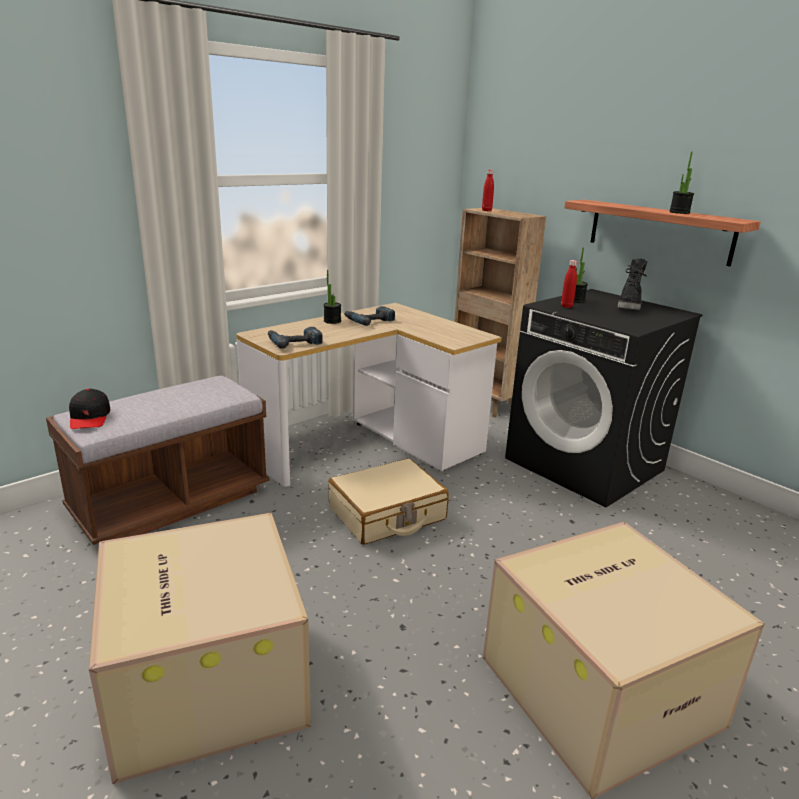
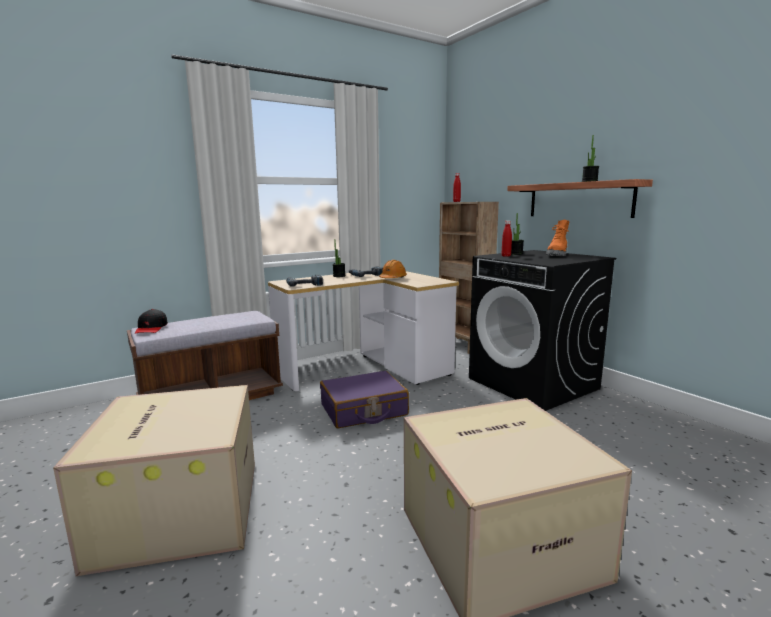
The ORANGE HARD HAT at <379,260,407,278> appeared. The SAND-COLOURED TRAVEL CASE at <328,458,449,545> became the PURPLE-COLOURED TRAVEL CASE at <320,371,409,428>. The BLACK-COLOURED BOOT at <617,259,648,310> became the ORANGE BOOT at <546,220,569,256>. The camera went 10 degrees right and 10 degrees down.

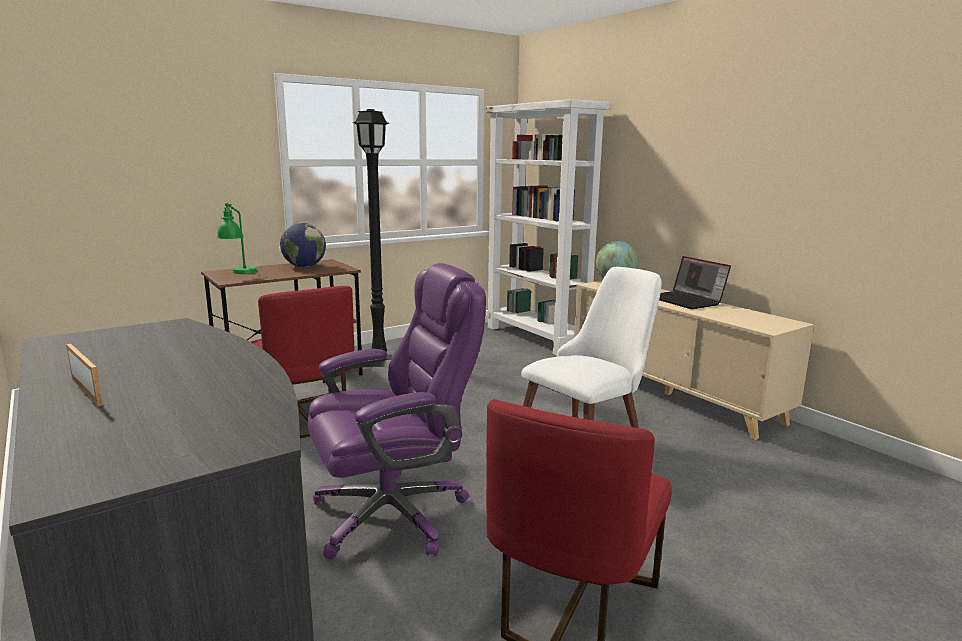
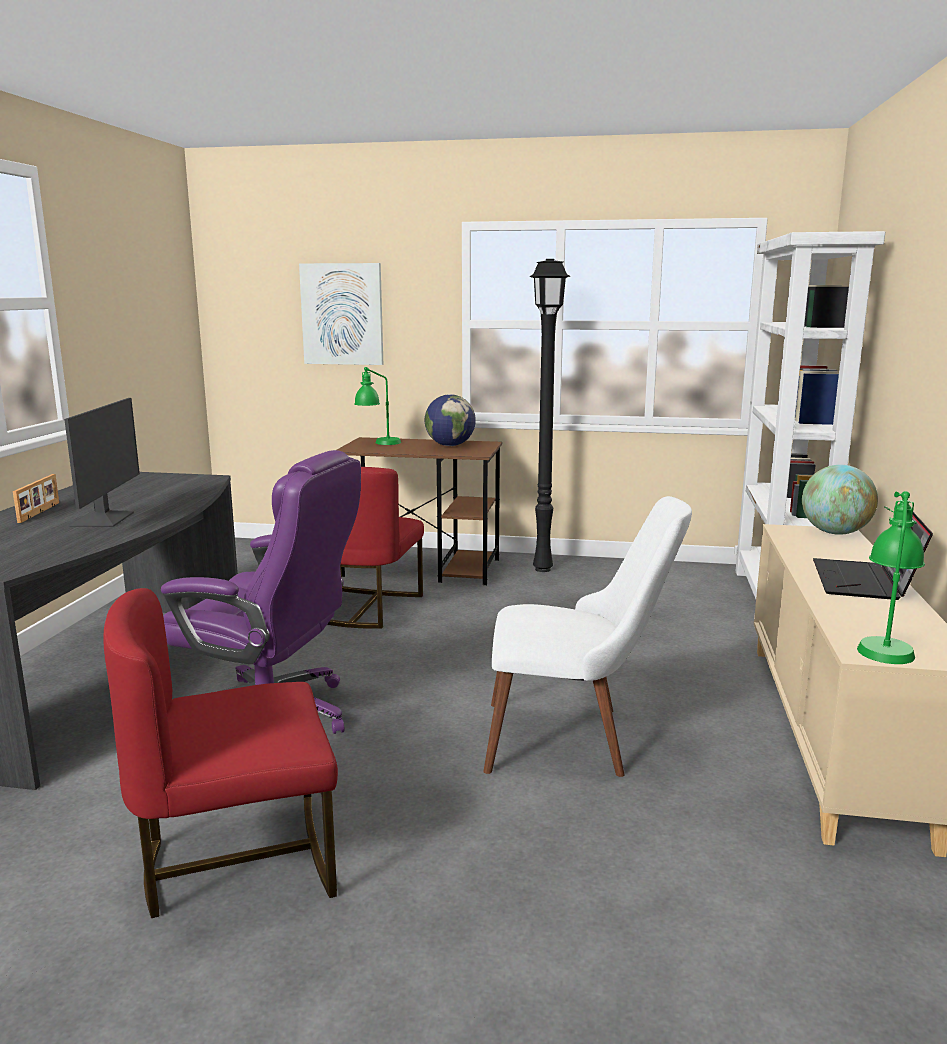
The COMPUTER SCREEN at <64,398,140,527> appeared. The WALL ART at <299,263,383,365> appeared. The GREEN TABLE LAMP at <857,491,925,664> appeared. The camera went 45 degrees right and 0 degrees up.

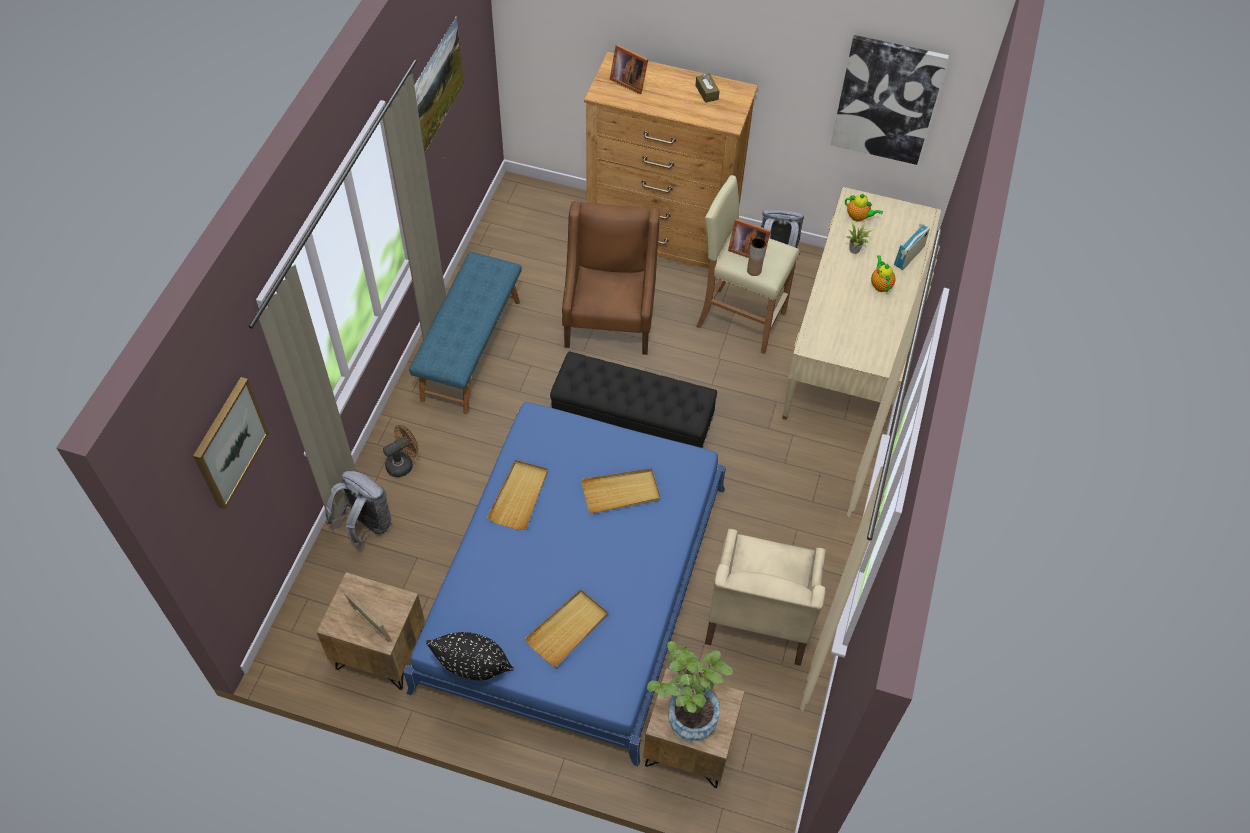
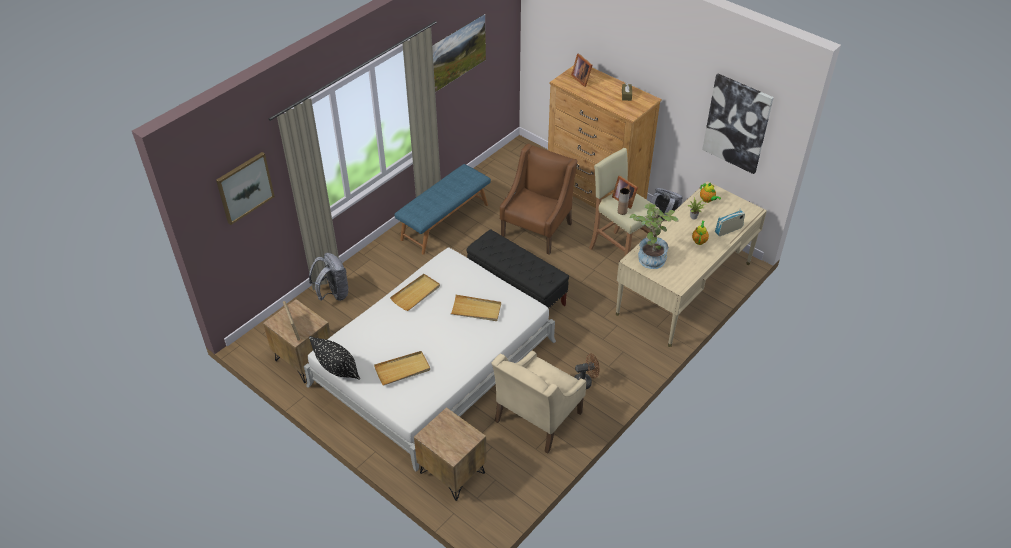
The BROWN-COLOURED COOLING FAN moved from <383,425,418,477> to <574,354,600,389>. The HOUSEPLANT moved from <647,641,733,741> to <629,203,678,269>. The BLUE SLEEPING BED at <403,402,726,766> became the WHITE SLEEPING BED at <304,247,556,472>. The camera went 25 degrees right and 10 degrees down.

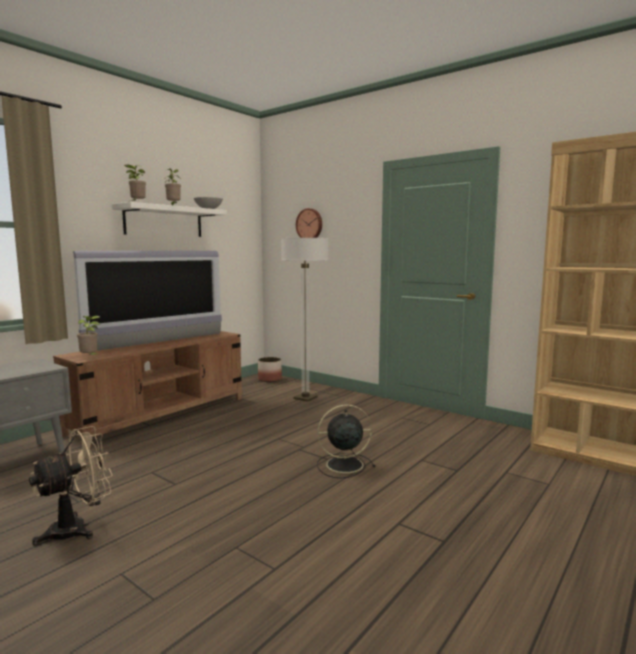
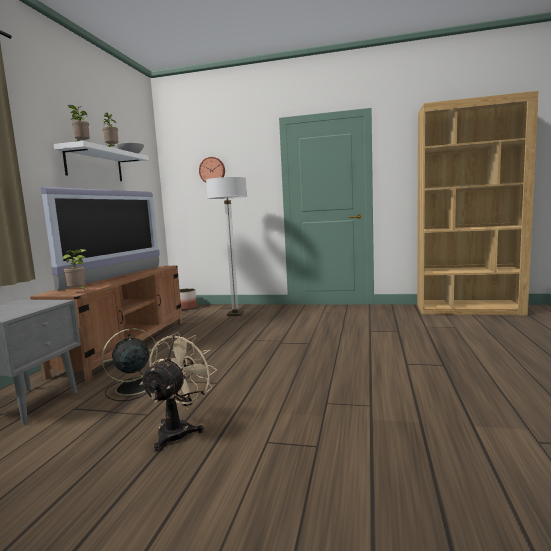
The BLACK-COLOURED COOLING FAN moved from <317,404,375,478> to <102,328,158,401>. The camera went 25 degrees left and 0 degrees up.

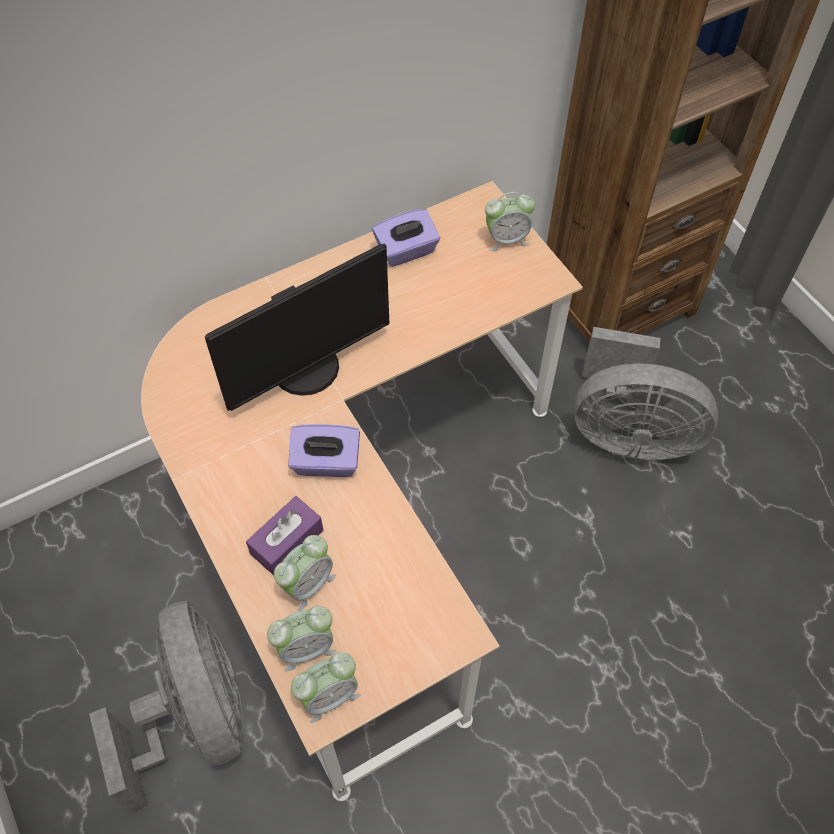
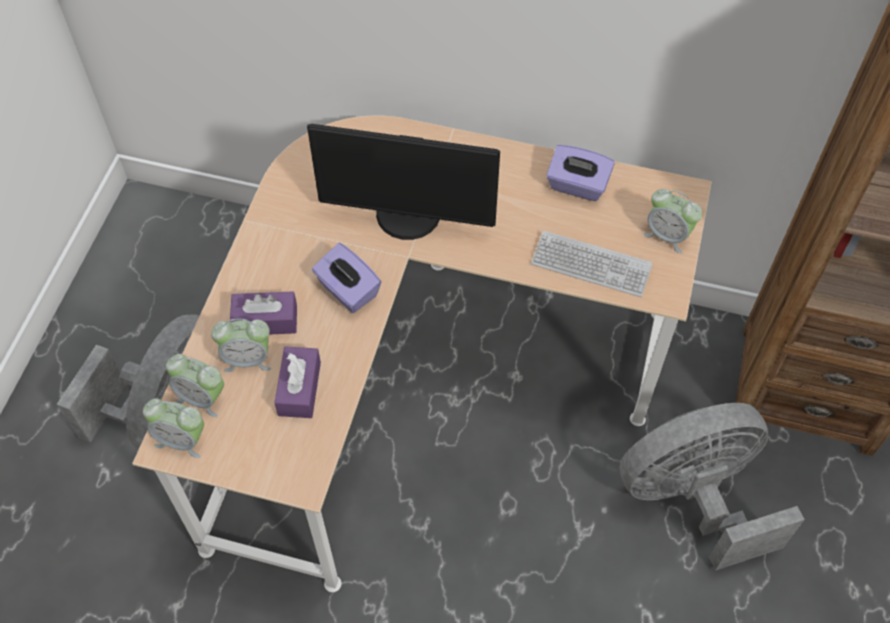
The PURPLE-COLOURED BOX OF TISSUES at <274,346,321,418> appeared. The KEYBOARD at <531,231,653,297> appeared. The GREY COOLING FAN at <574,327,718,460> turned 105 degrees clockwise. The camera went 45 degrees right and 0 degrees up.

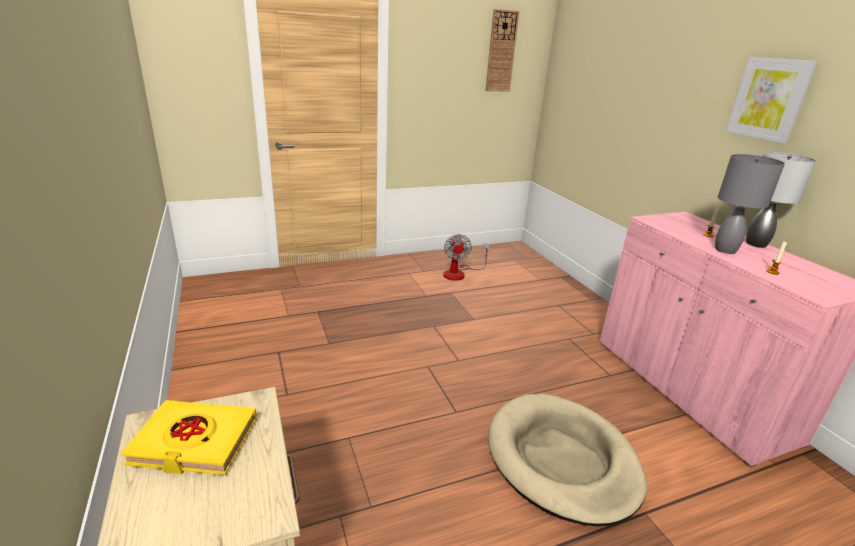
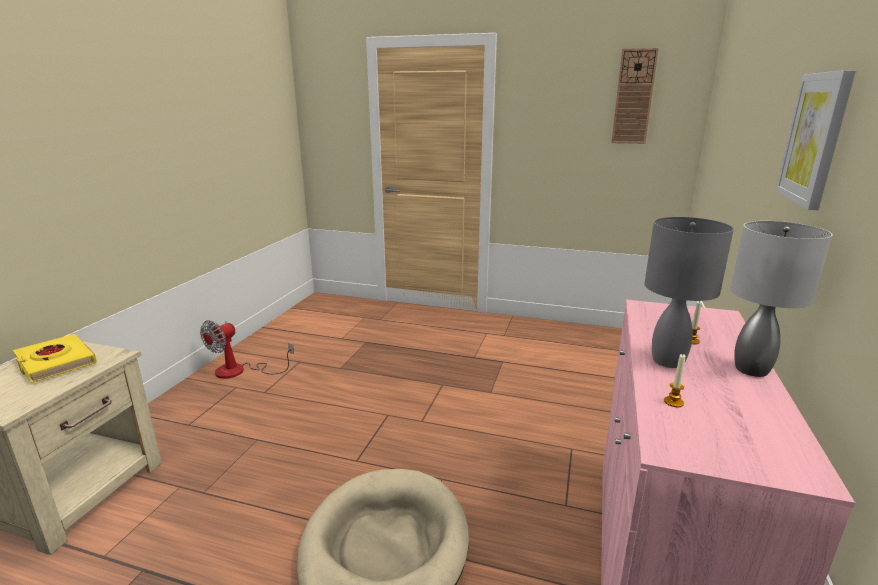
The COOLING FAN moved from <443,234,489,281> to <200,320,294,379>. The camera went 40 degrees right and 5 degrees down.

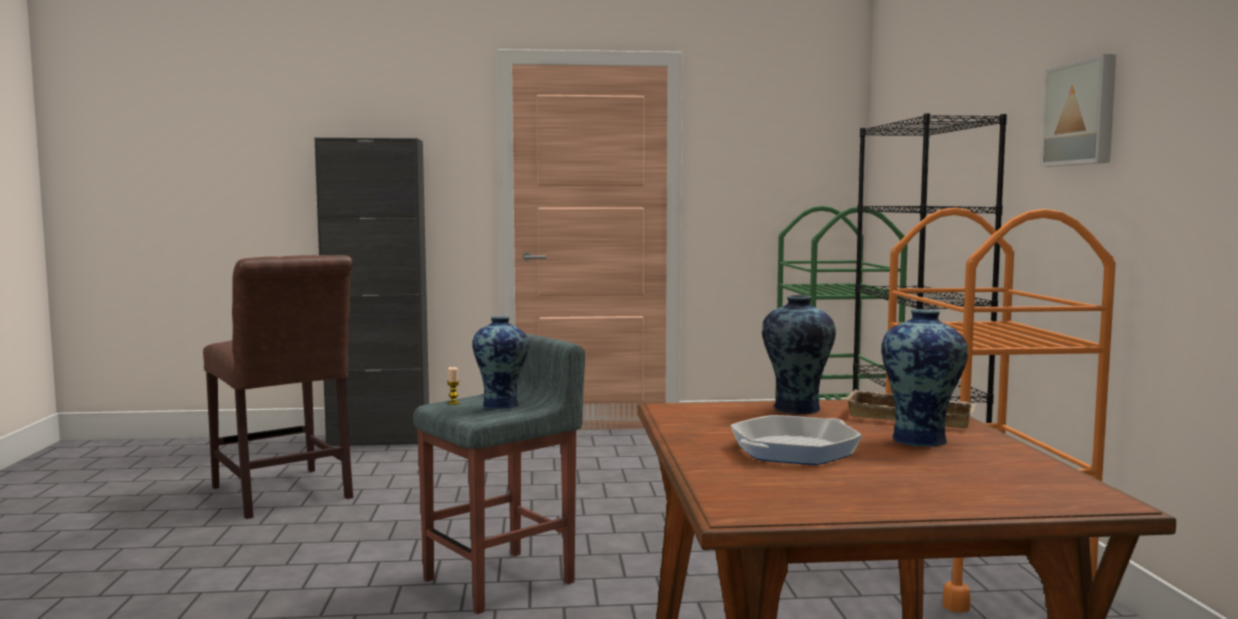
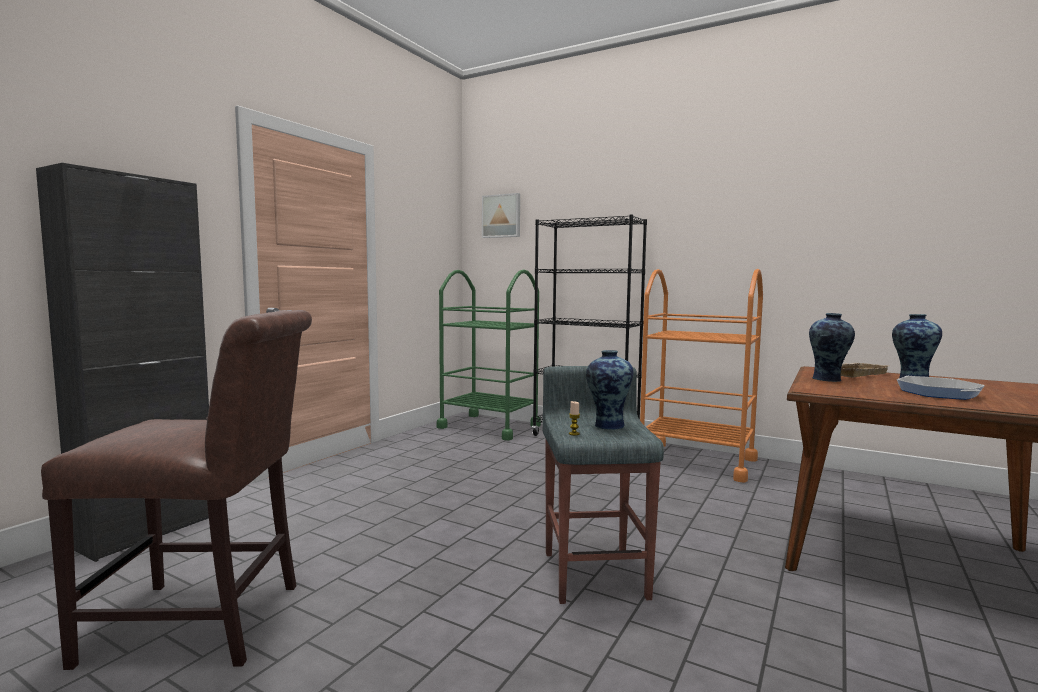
The WALL ART moved from <1040,54,1116,167> to <482,193,520,238>. The camera went 55 degrees left and 0 degrees up.

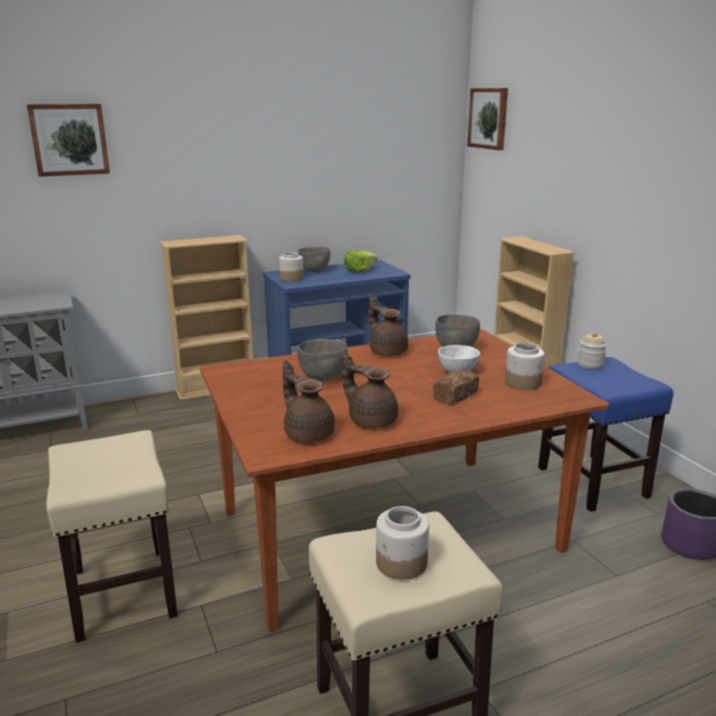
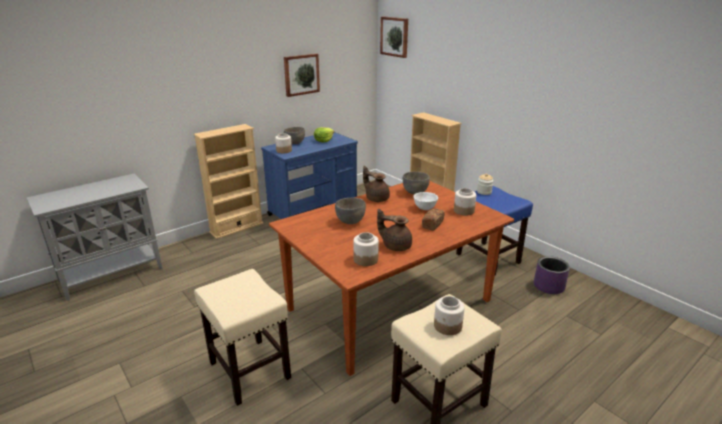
The WALL ART moved from <27,104,110,177> to <284,53,320,97>. The BROWN-COLOURED TEA POT at <283,360,335,442> was replaced by the JAR at <353,232,379,266>. The camera went 15 degrees left and 5 degrees up.

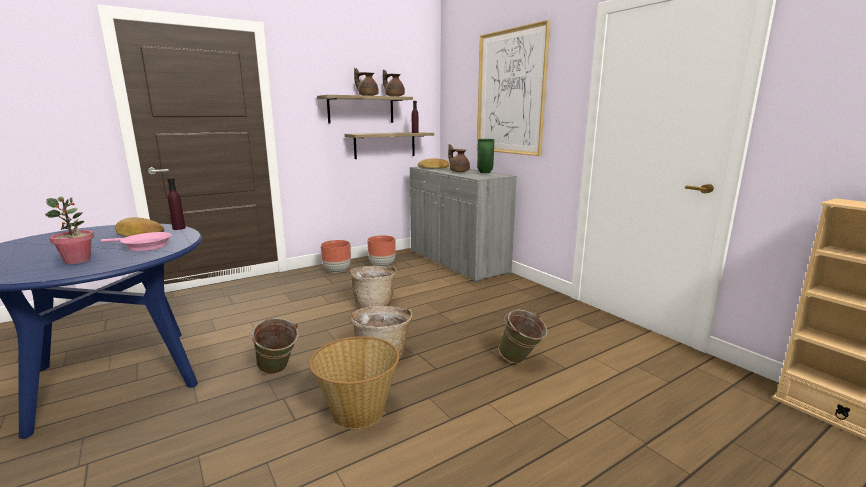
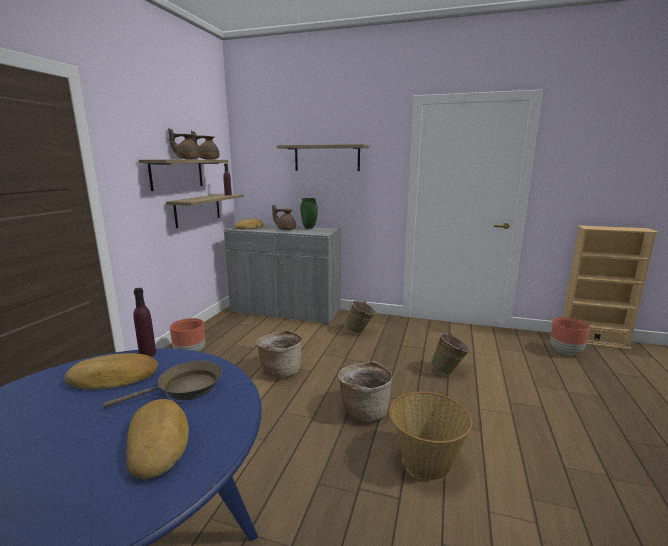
The GREEN BUCKET moved from <250,318,299,374> to <346,301,376,334>. The BROWN-COLOURED PLANT POT moved from <367,235,396,267> to <550,317,590,355>. The HOUSEPLANT at <45,196,94,264> was replaced by the BREAD at <126,399,189,479>. The WALL ART at <477,20,550,156> was replaced by the BRACKET SHELF at <277,144,369,171>. The PINK-COLOURED SKILLET at <101,232,172,251> became the BROWN-COLOURED SKILLET at <103,361,222,408>. The camera went 40 degrees left and 0 degrees up.

